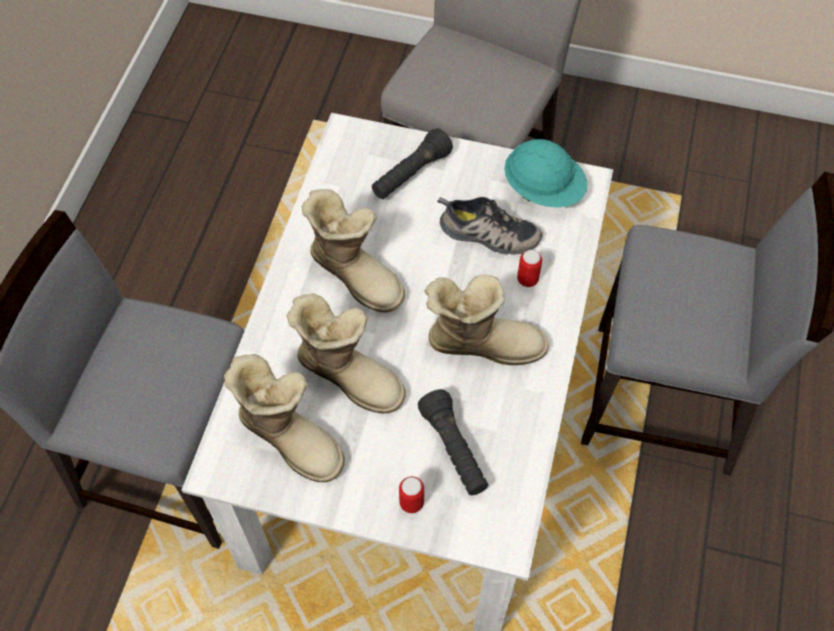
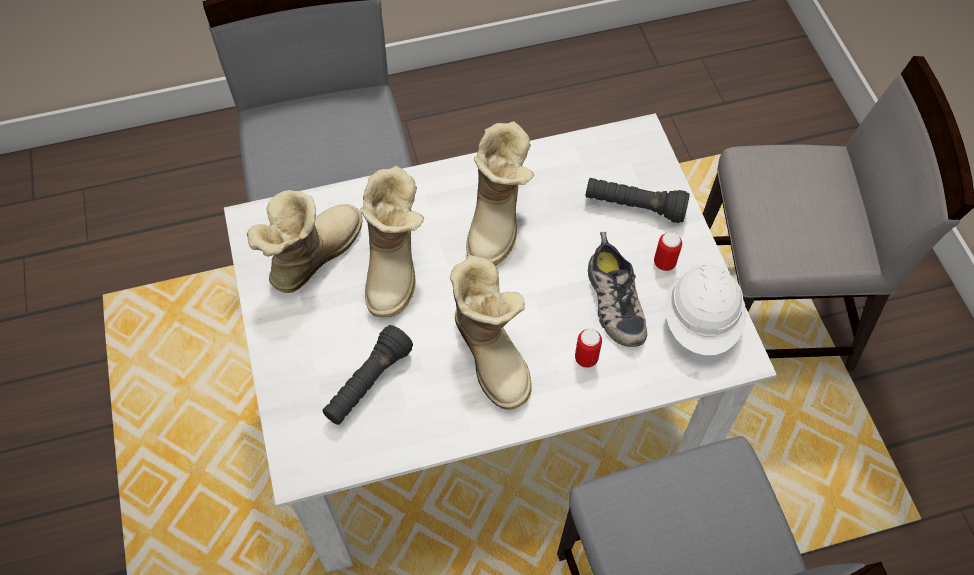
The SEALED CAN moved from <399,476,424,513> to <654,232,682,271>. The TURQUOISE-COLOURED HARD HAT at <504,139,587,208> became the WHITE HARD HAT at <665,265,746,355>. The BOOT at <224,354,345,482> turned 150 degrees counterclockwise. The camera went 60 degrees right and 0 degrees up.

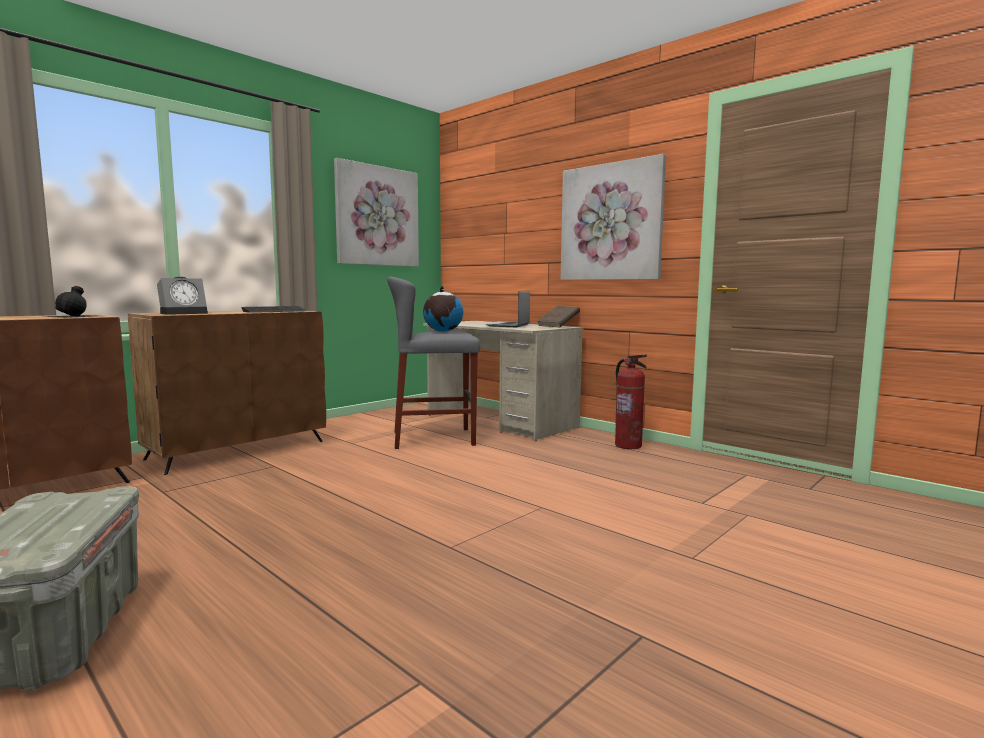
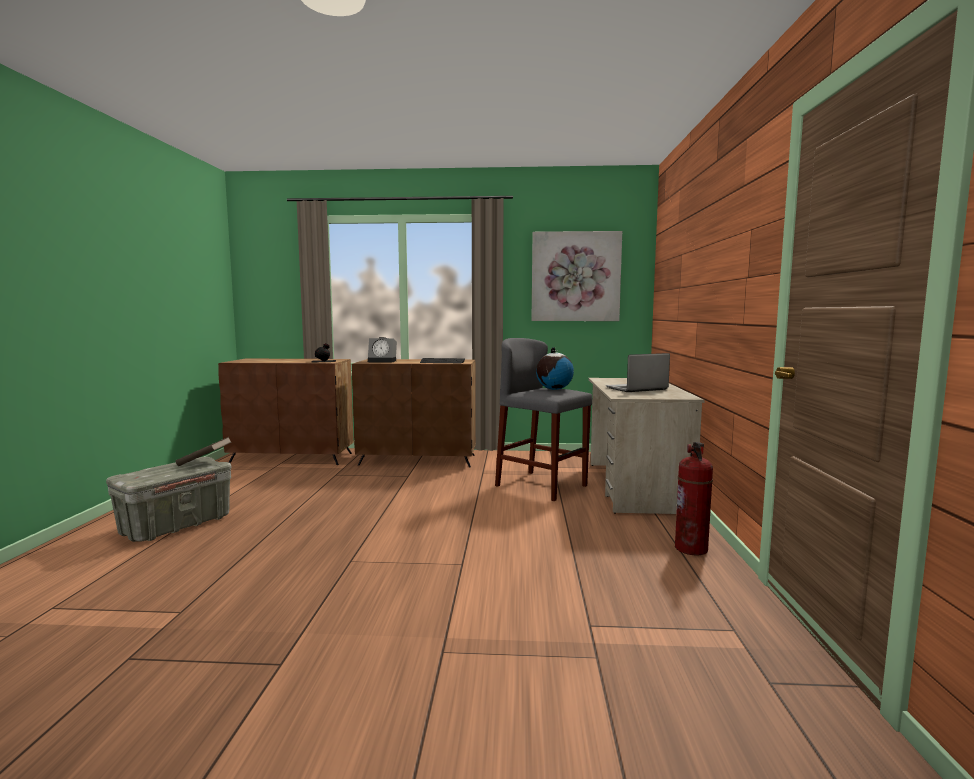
The WALL ART at <561,154,666,280> disappeared. The BROWN-COLOURED VOLUME moved from <537,306,580,327> to <176,437,232,466>. The camera went 50 degrees right and 0 degrees up.

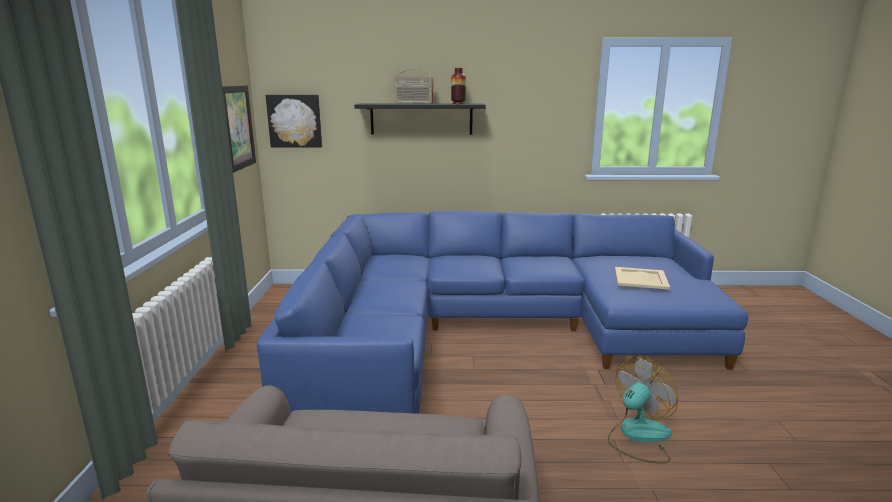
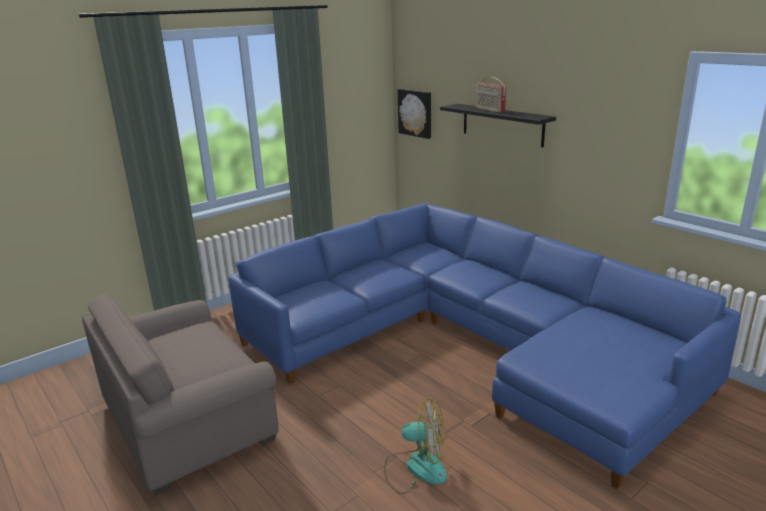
The WALL ART at <222,85,256,173> disappeared. The VASE at <451,68,466,104> disappeared. The SAND-COLOURED TRAY at <615,267,670,290> disappeared. The camera went 50 degrees right and 5 degrees up.

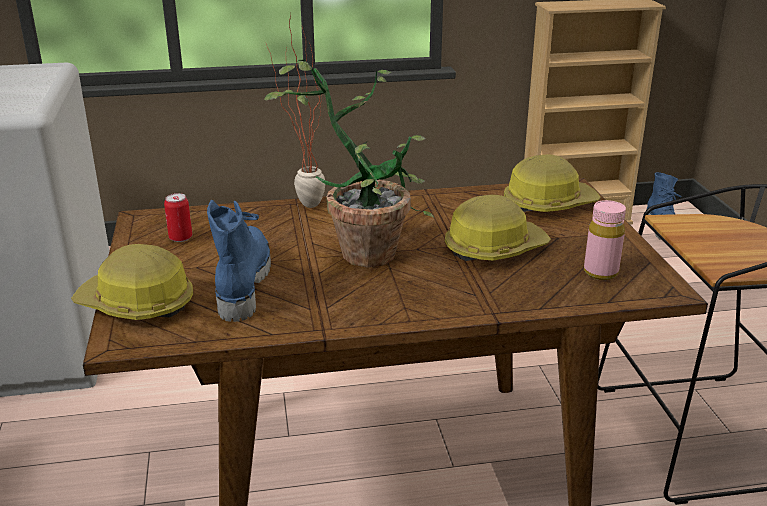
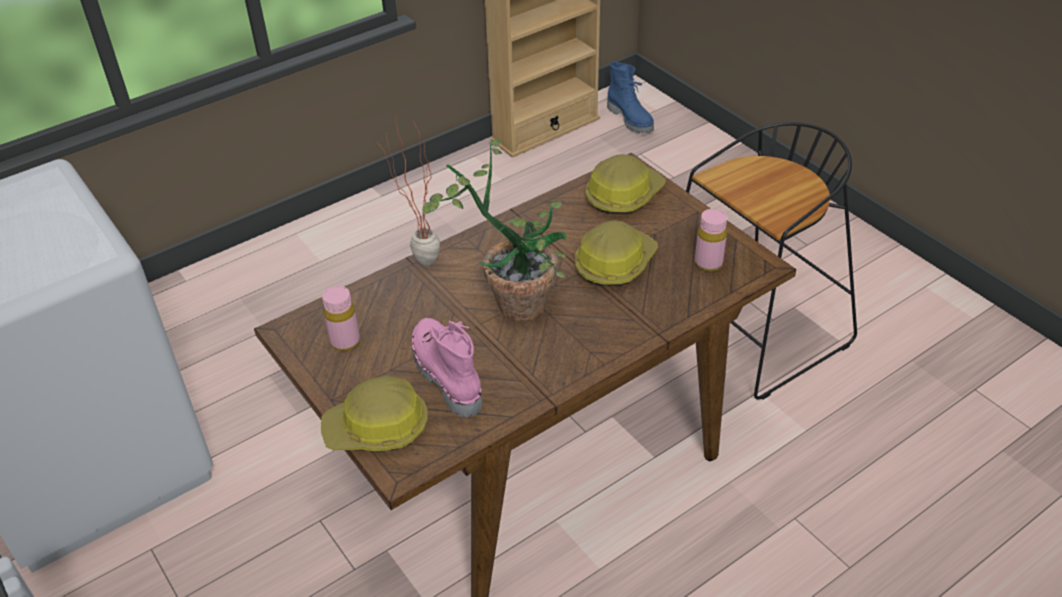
The SEALED CAN at <164,193,192,242> was replaced by the PINK-COLOURED DRINK BOTTLE at <322,286,360,351>. The BLUE BOOT at <207,200,271,322> became the PINK-COLOURED BOOT at <412,318,482,418>. The camera went 25 degrees left and 15 degrees up.

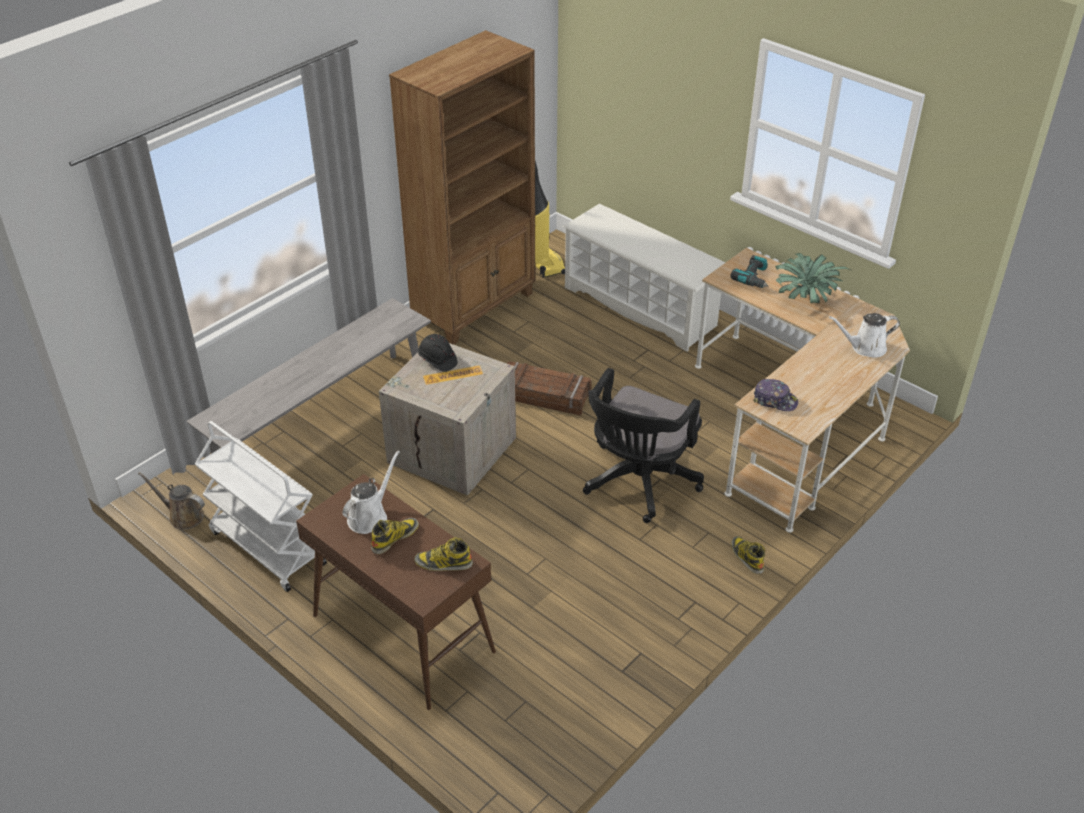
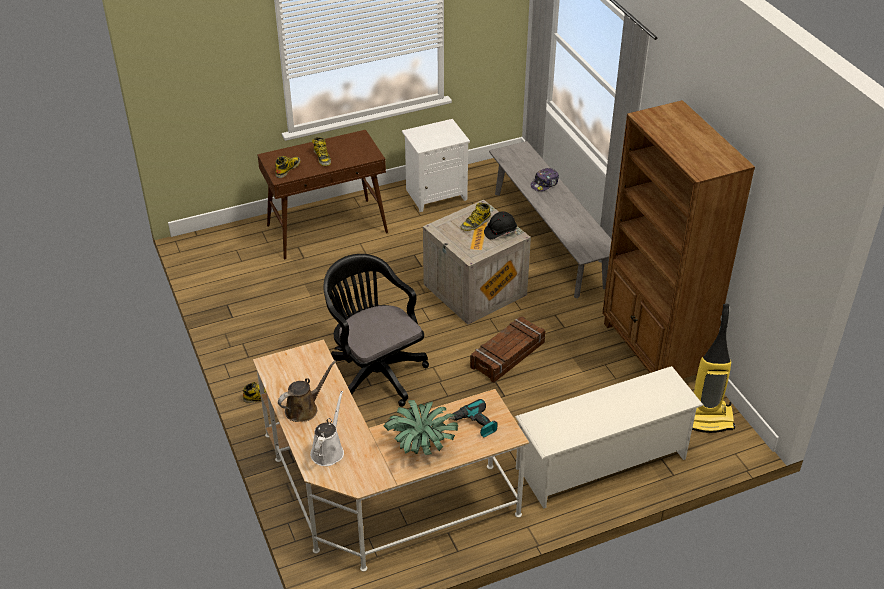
The WHITE WATERING CAN at <343,451,400,534> disappeared. The BOOT at <461,202,491,231> appeared. The BROWN-COLOURED WATERING CAN moved from <138,472,205,530> to <278,360,336,422>. The CAP moved from <753,379,798,411> to <531,168,559,191>. The WHITE WHEELED CART at <195,421,327,592> was replaced by the WHITE NIGHT TABLE at <402,119,470,212>. The camera went 115 degrees right and 0 degrees up.

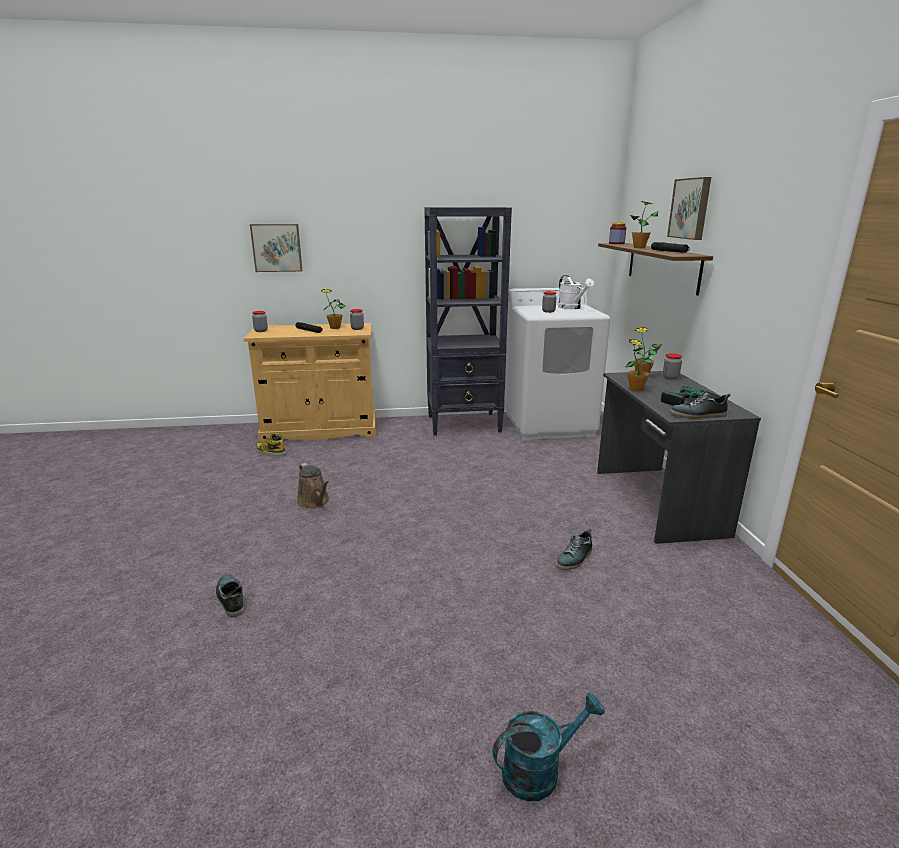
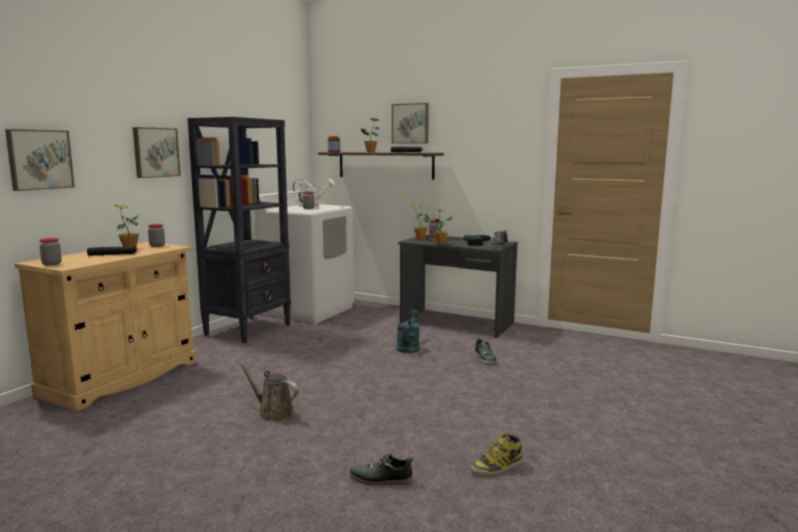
The WALL ART at <133,127,181,178> appeared. The BOOT moved from <254,433,286,456> to <470,433,523,476>. The TURQUOISE-COLOURED WATERING CAN moved from <493,693,605,801> to <396,310,420,353>. The BROWN-COLOURED WATERING CAN at <297,463,330,509> turned 150 degrees counterclockwise. The camera went 55 degrees left and 10 degrees down.

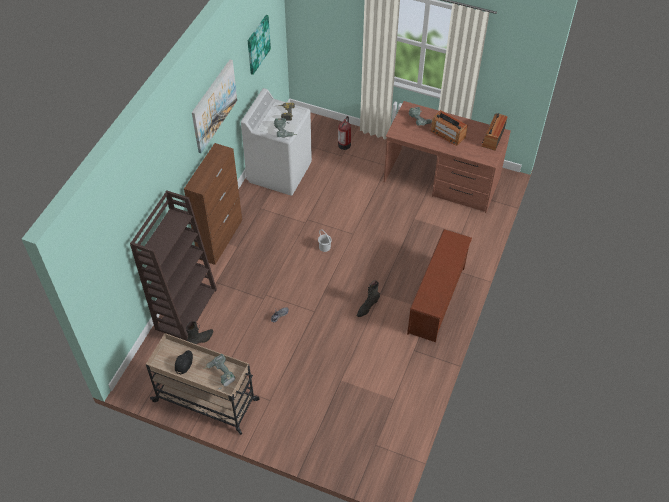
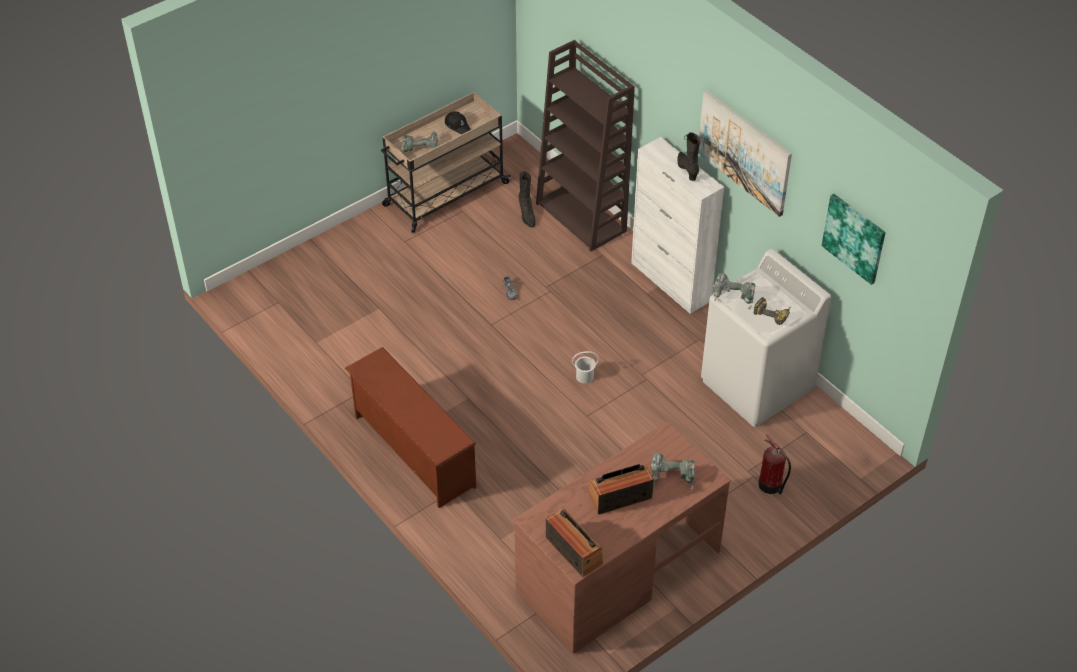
The BLACK-COLOURED BOOT moved from <357,281,380,317> to <677,132,701,181>. The BROWN-COLOURED STORAGE CABINET at <184,143,242,265> became the WHITE STORAGE CABINET at <631,137,724,314>. The camera went 120 degrees right and 5 degrees down.

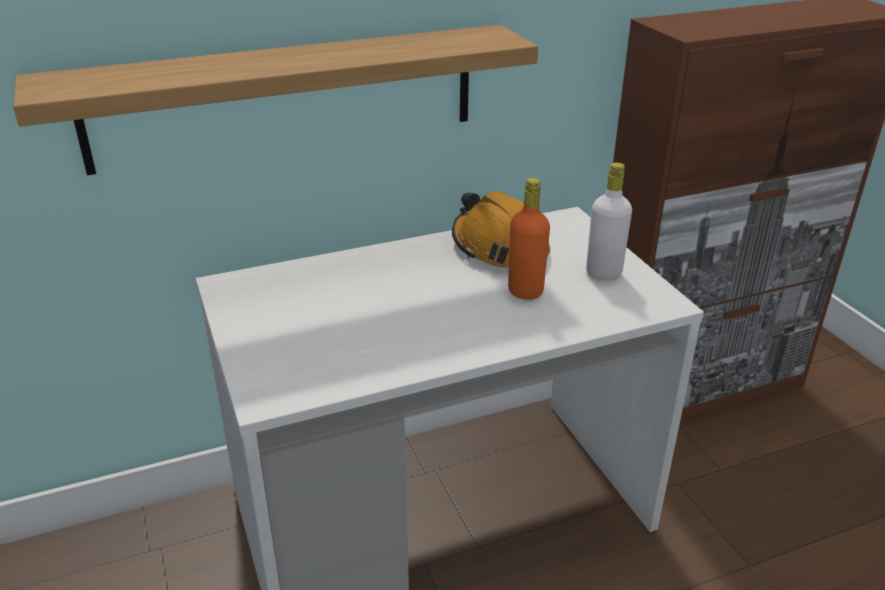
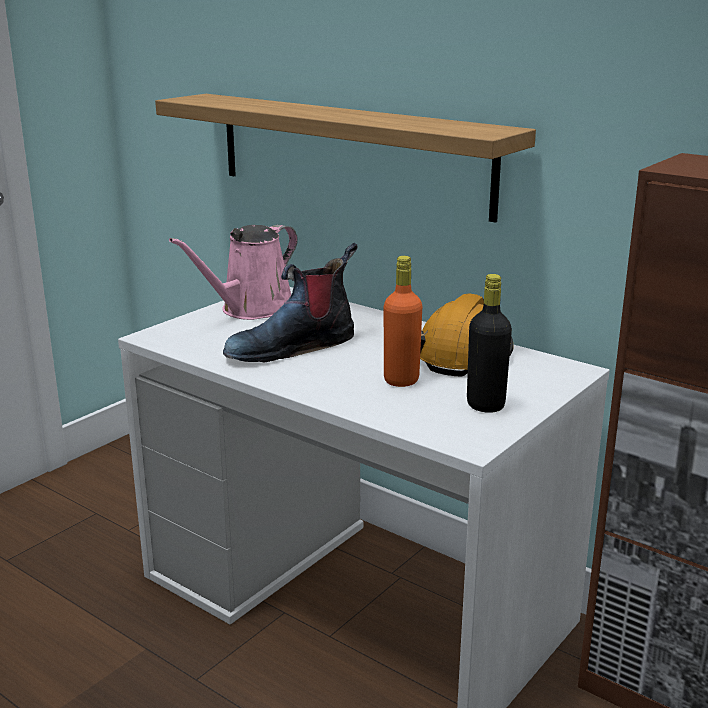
The PINK-COLOURED WATERING CAN at <169,225,298,320> appeared. The BOOT at <223,243,357,362> appeared. The WHITE DRINK BOTTLE at <586,163,632,281> became the BLACK-COLOURED DRINK BOTTLE at <467,274,512,413>. The camera went 60 degrees right and 10 degrees down.

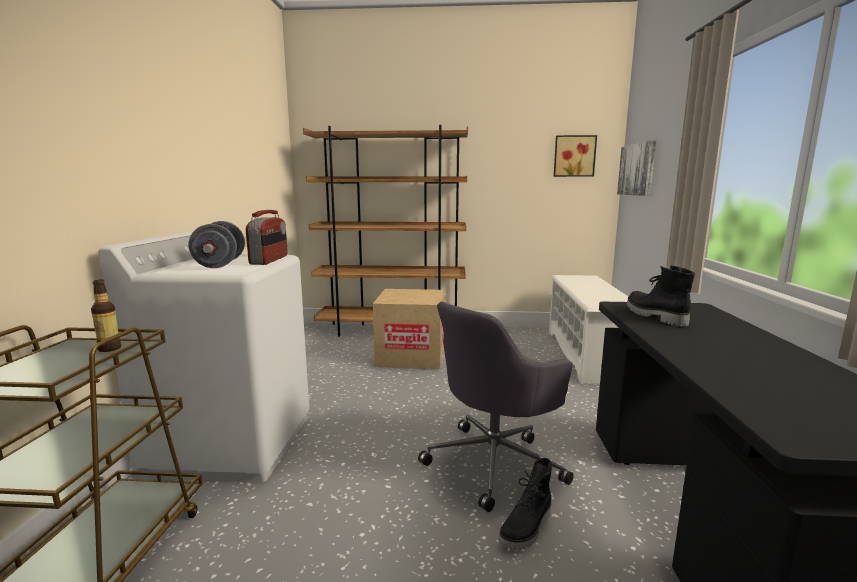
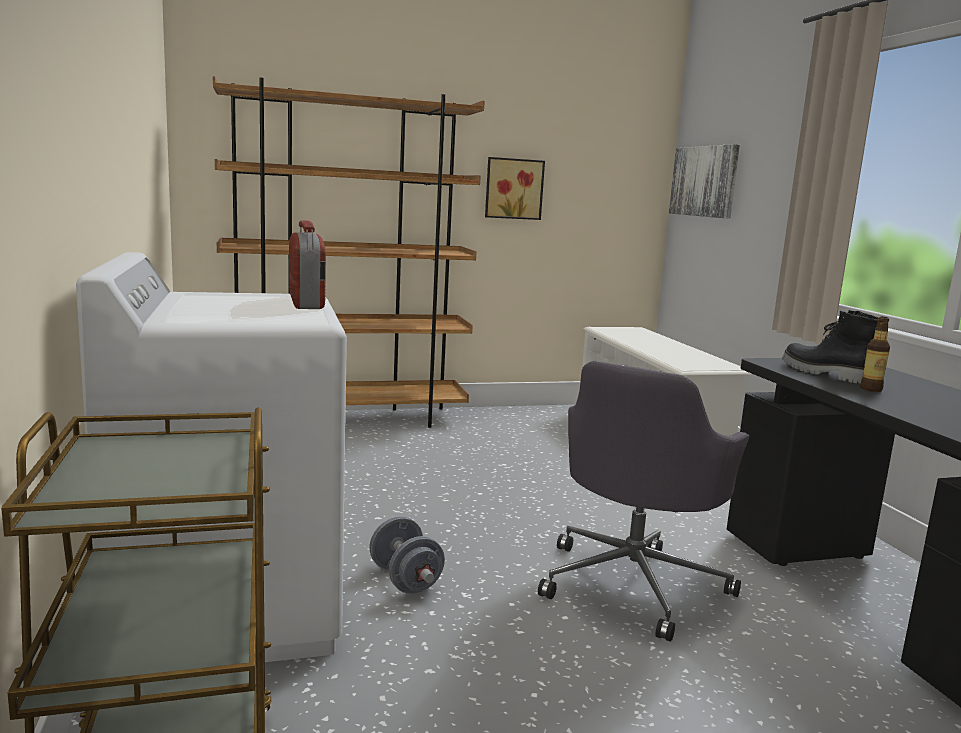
The PACKING BOX at <373,289,444,369> disappeared. The BLACK-COLOURED BOOT at <498,458,552,550> disappeared. The DRINK BOTTLE moved from <91,280,121,352> to <860,317,890,392>. The GREY FREE WEIGHT moved from <189,221,245,268> to <369,516,445,594>. The WALL ART moved from <554,135,597,177> to <485,157,545,220>. The camera went 20 degrees left and 0 degrees up.

